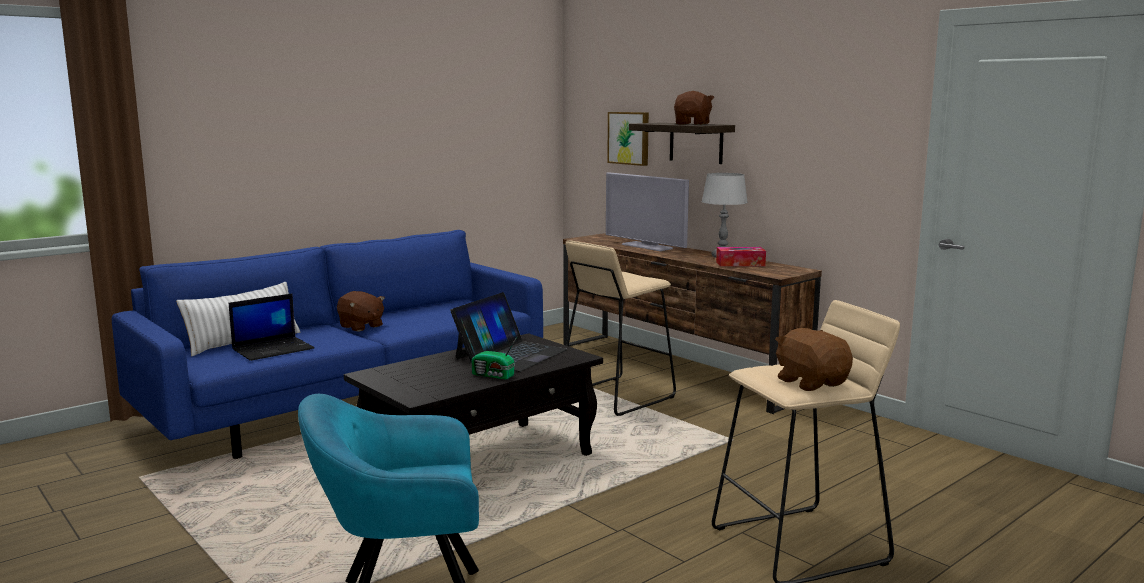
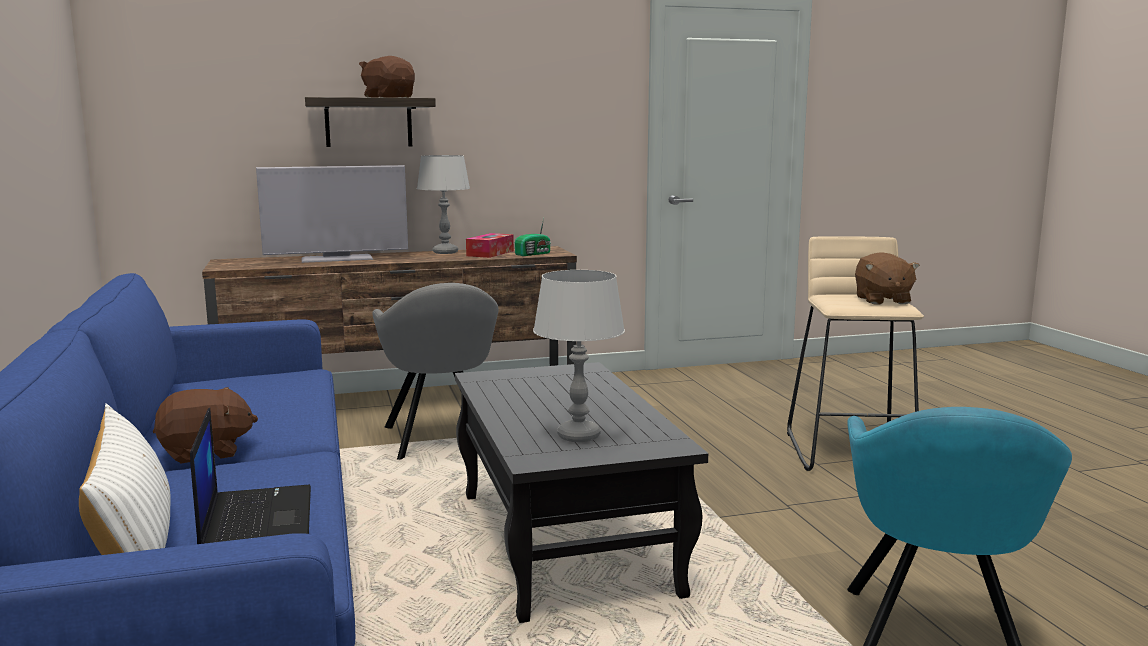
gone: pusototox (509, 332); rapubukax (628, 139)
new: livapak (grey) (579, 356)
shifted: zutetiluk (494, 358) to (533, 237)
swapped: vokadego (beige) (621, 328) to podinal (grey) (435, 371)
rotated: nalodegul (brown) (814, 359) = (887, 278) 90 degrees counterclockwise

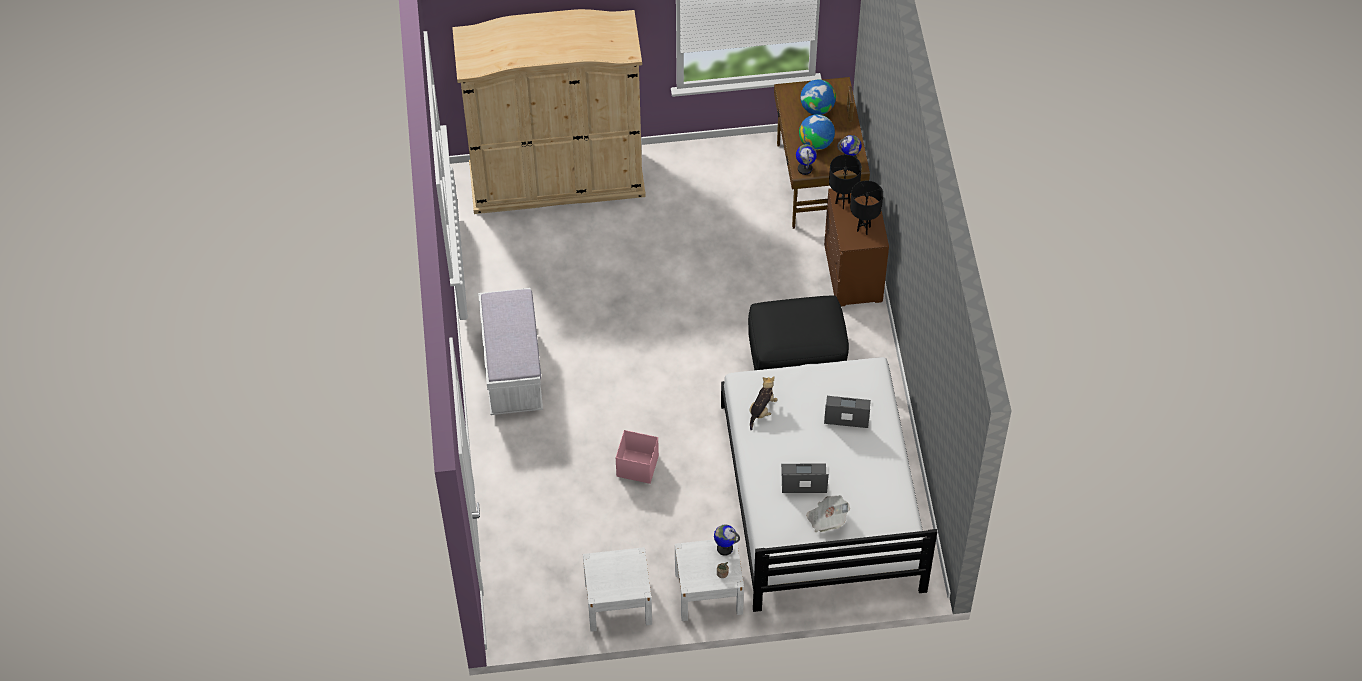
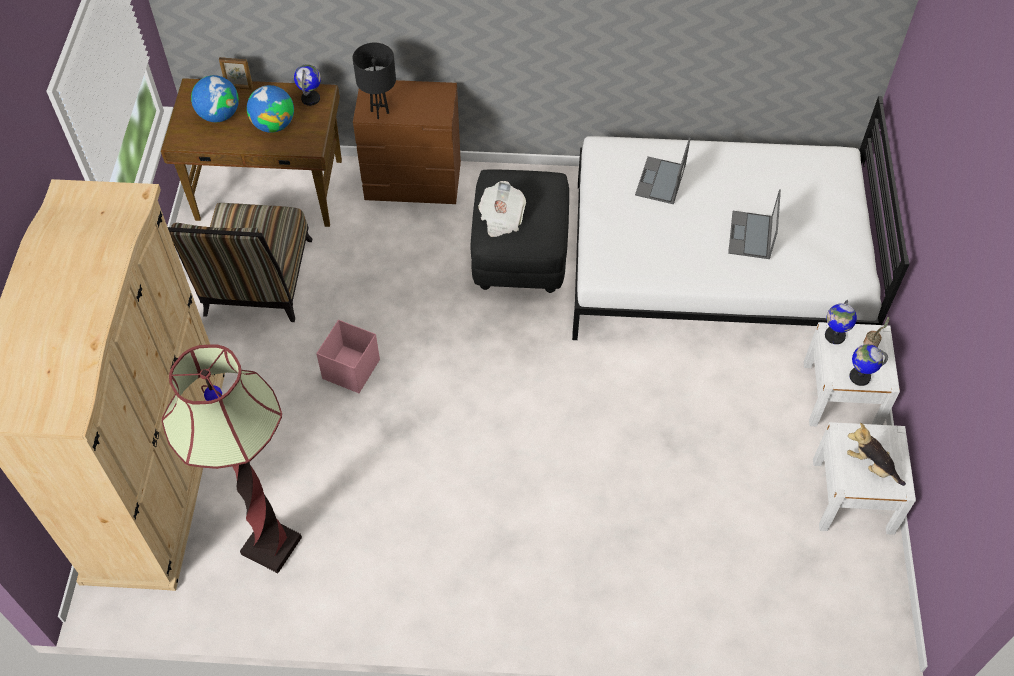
gone: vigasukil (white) (510, 351); livapak (black) (866, 207)
new: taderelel (232, 458); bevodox (240, 262)
shifted: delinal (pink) (637, 457) to (348, 356); nalodegul (764, 403) to (876, 454); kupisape (806, 159) to (868, 365); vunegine (828, 513) to (502, 209)

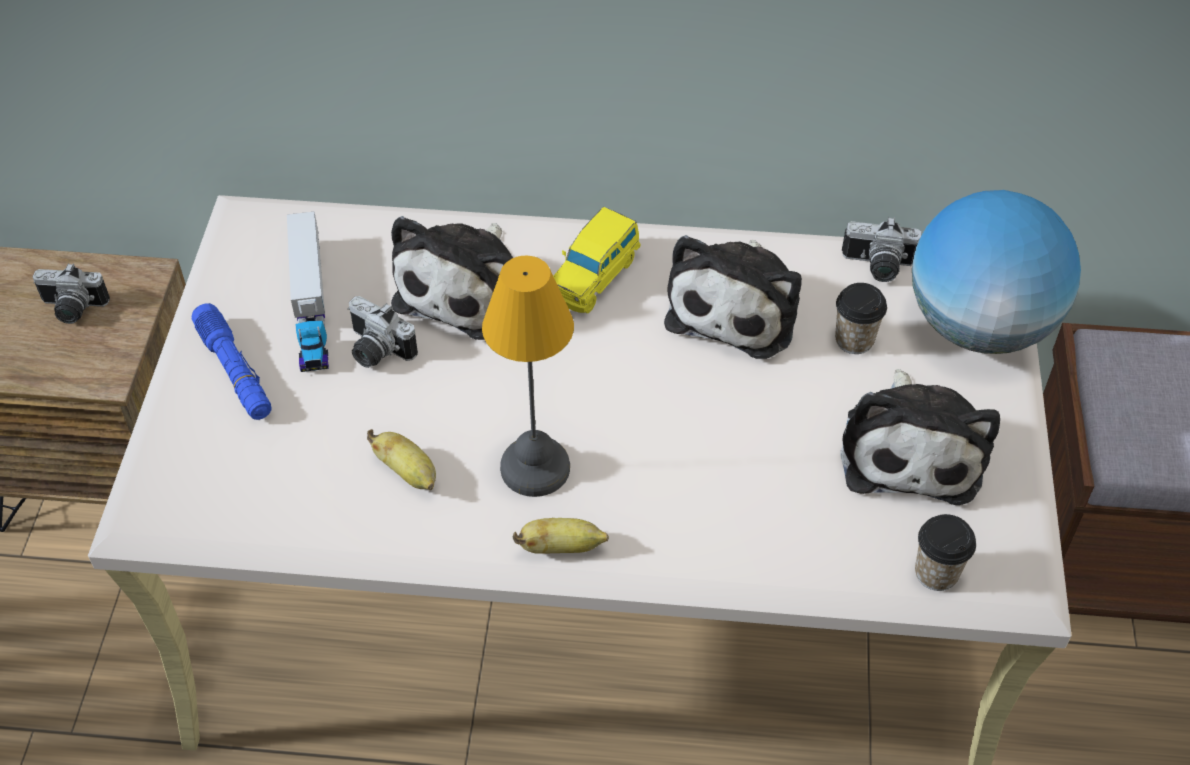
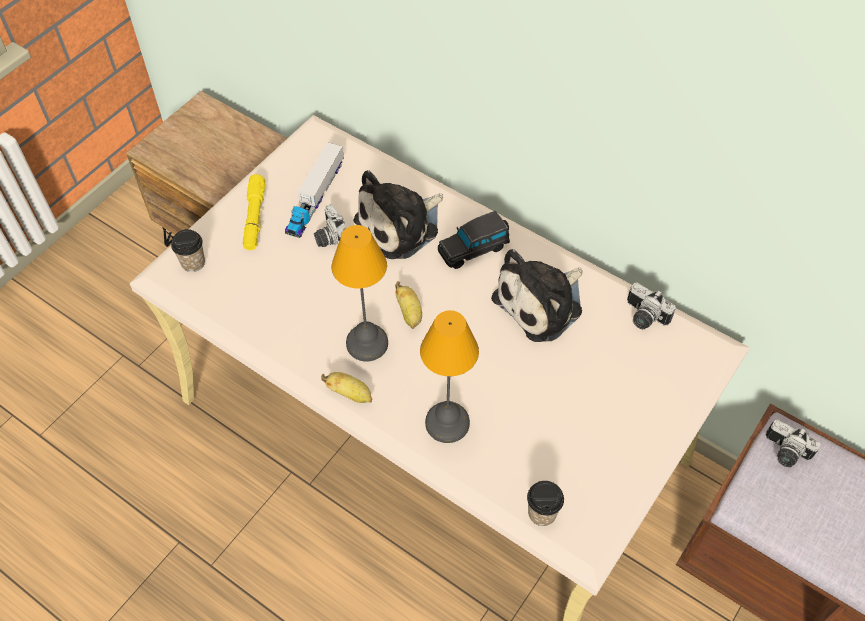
gone: nalodegul (920, 437); kupisape (996, 272)
new: livapak (449, 376)
shifted: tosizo (71, 293) to (793, 443); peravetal (401, 459) to (408, 305); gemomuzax (861, 318) to (188, 250)
repainted: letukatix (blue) (232, 361) to letukatix (yellow) (254, 212); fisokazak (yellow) (596, 260) to fisokazak (black) (474, 240)

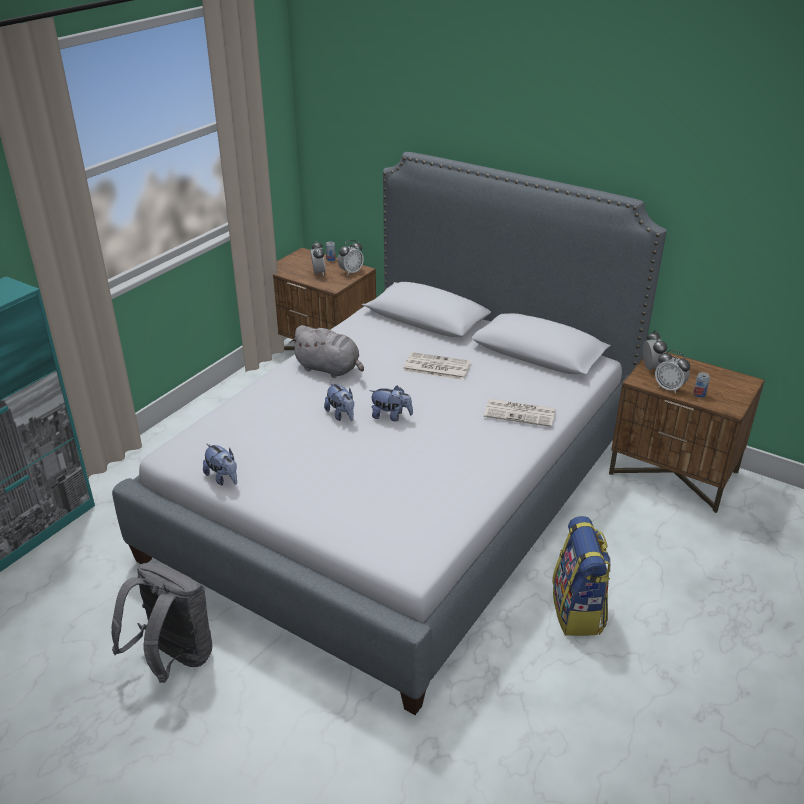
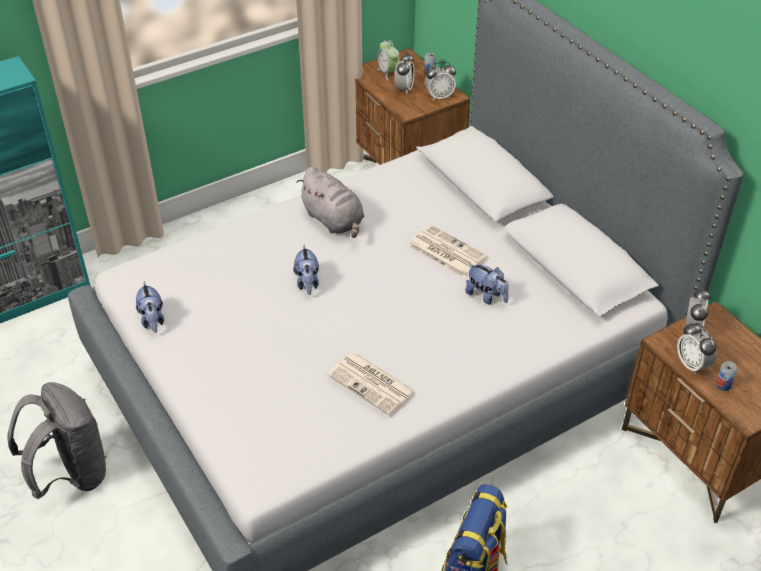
new: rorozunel (388, 60)
shifted: nalodegul (391, 403) to (487, 283); vunegine (520, 413) to (372, 384)

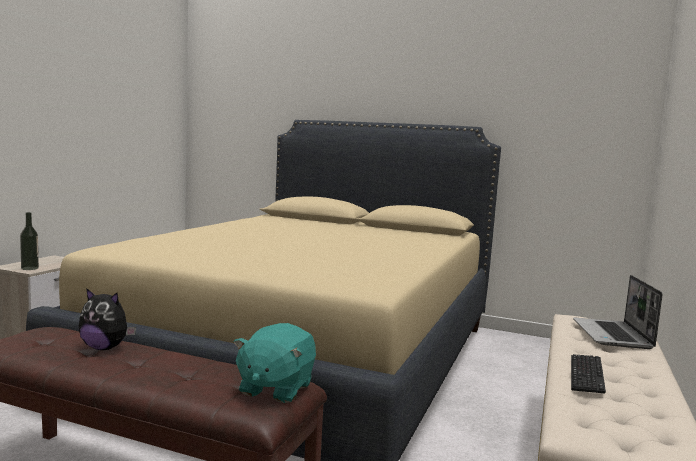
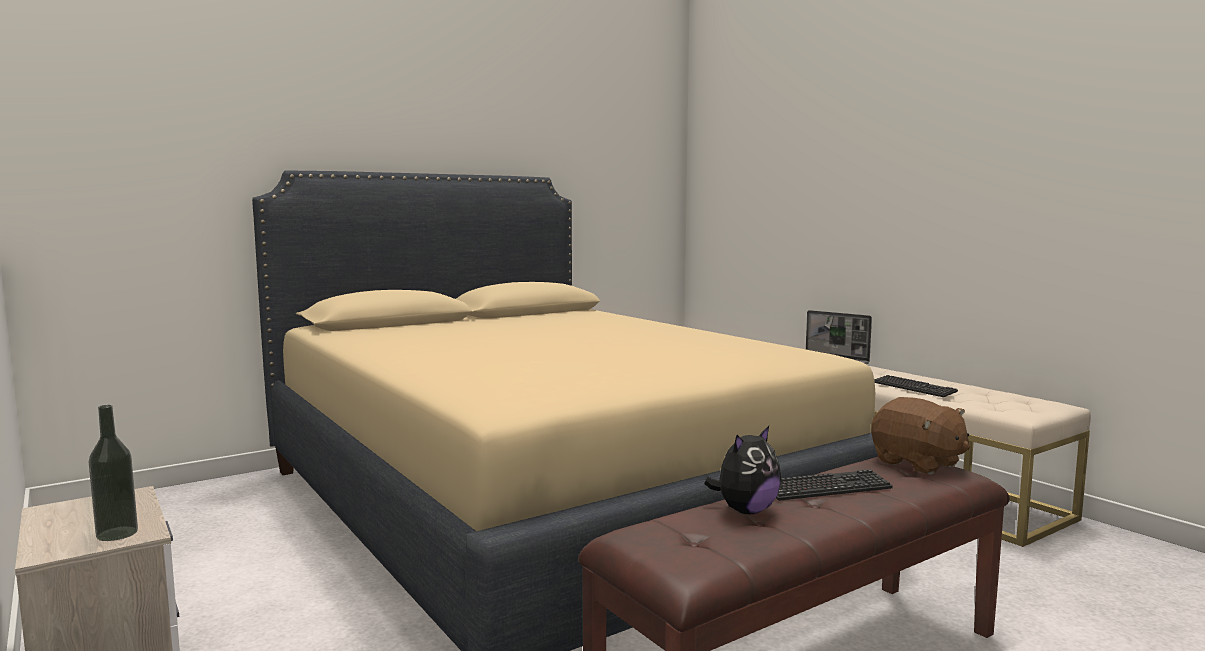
new: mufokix (834, 485)
repainted: nalodegul (turquoise) (275, 363) to nalodegul (brown) (920, 436)

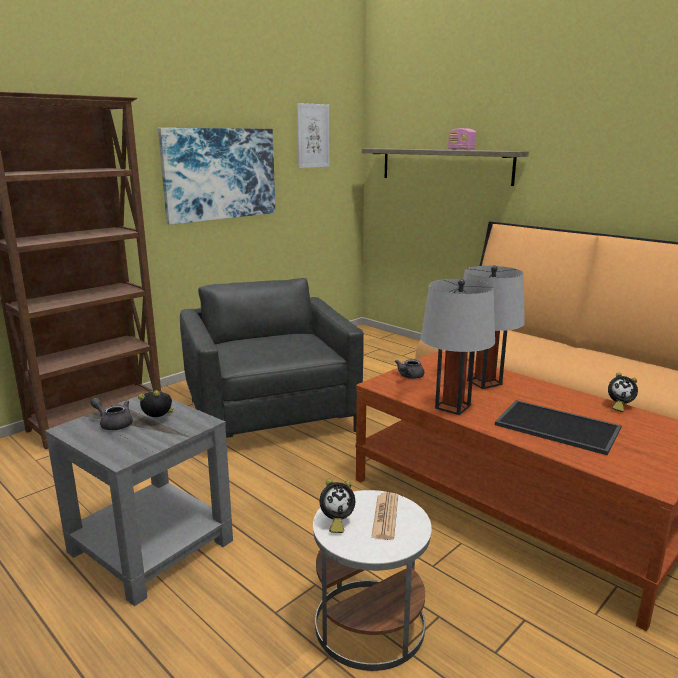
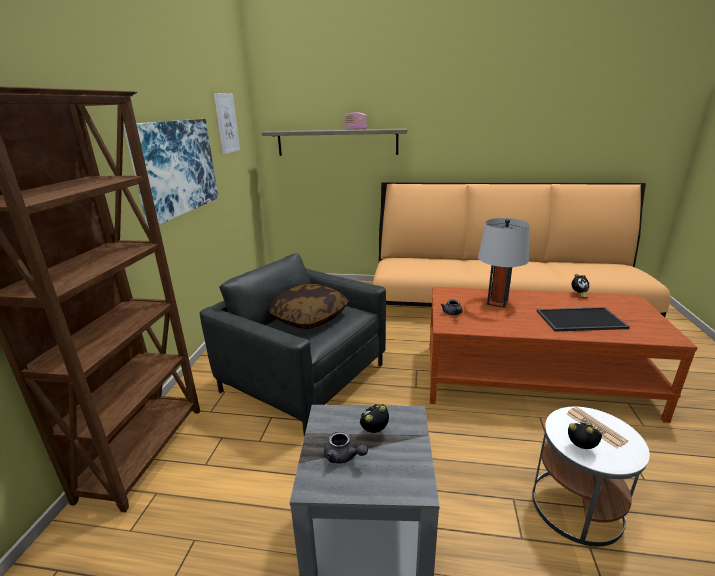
gone: livapak (grey) (458, 347)
new: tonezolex (307, 306)
rotated: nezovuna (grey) (111, 414) = (346, 447) 135 degrees counterclockwise; rorozunel (337, 506) = (585, 435) 90 degrees counterclockwise

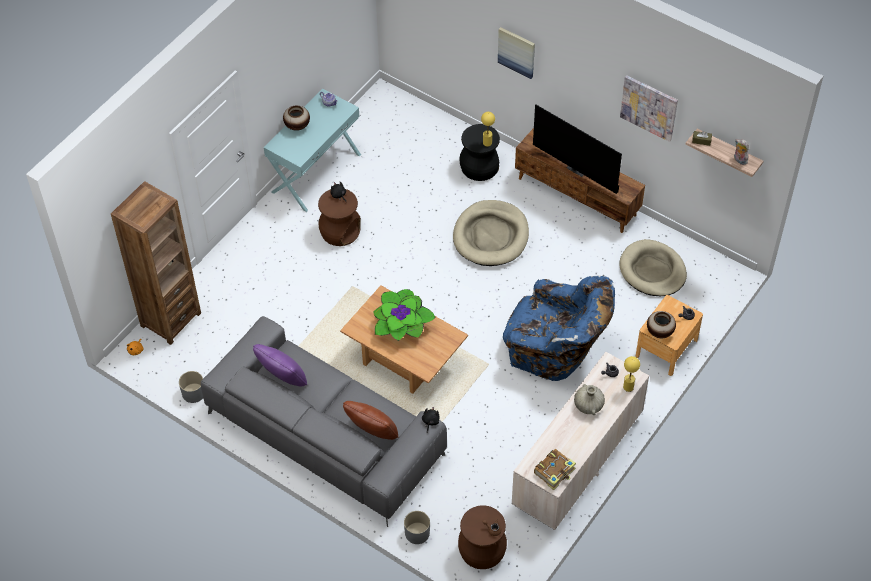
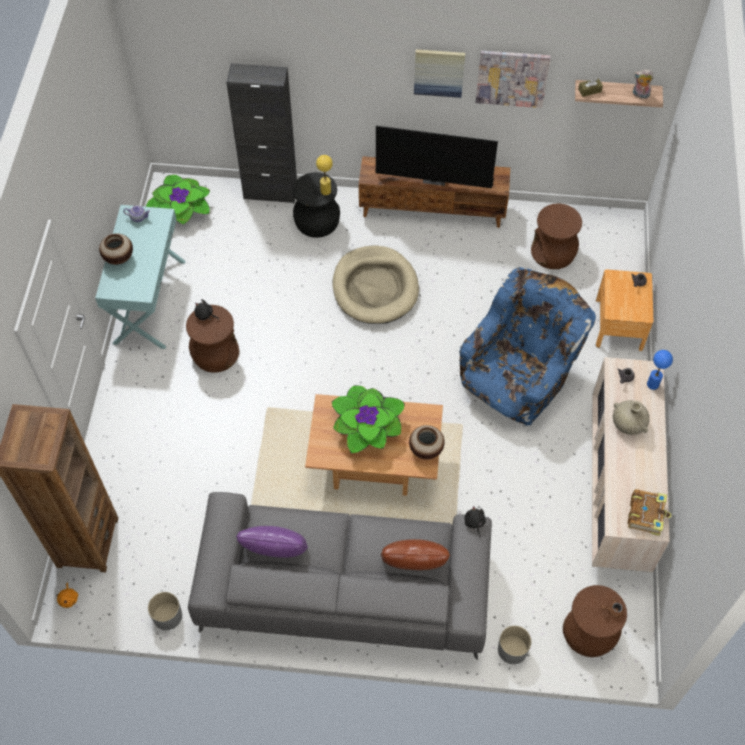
new: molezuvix (178, 200); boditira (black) (262, 133)
shifted: rapubukax (516, 53) to (439, 73); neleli (661, 324) to (427, 442)
swapped: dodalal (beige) (653, 267) to vokadego (brown) (556, 236)
repainted: livapak (yellow) (631, 374) to livapak (blue) (660, 370)
rotated: podinal (blue) (559, 328) = (527, 346) 45 degrees counterclockwise

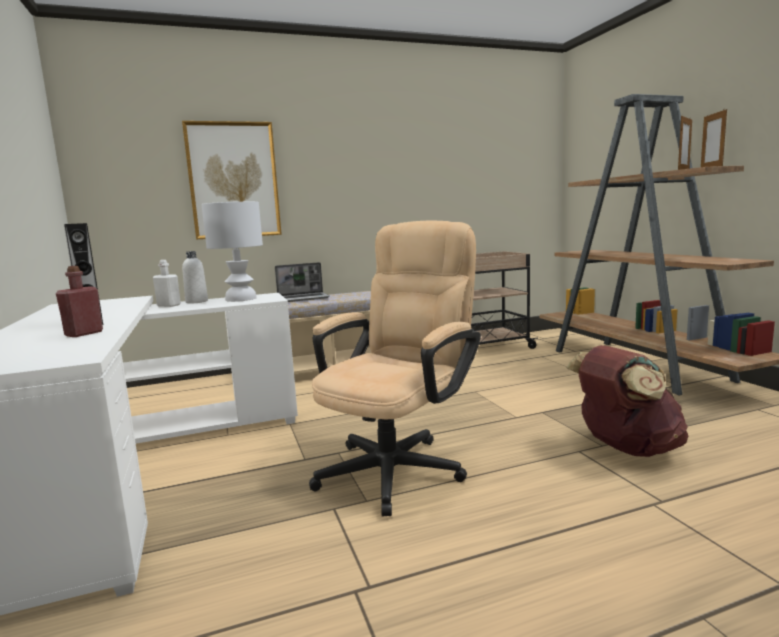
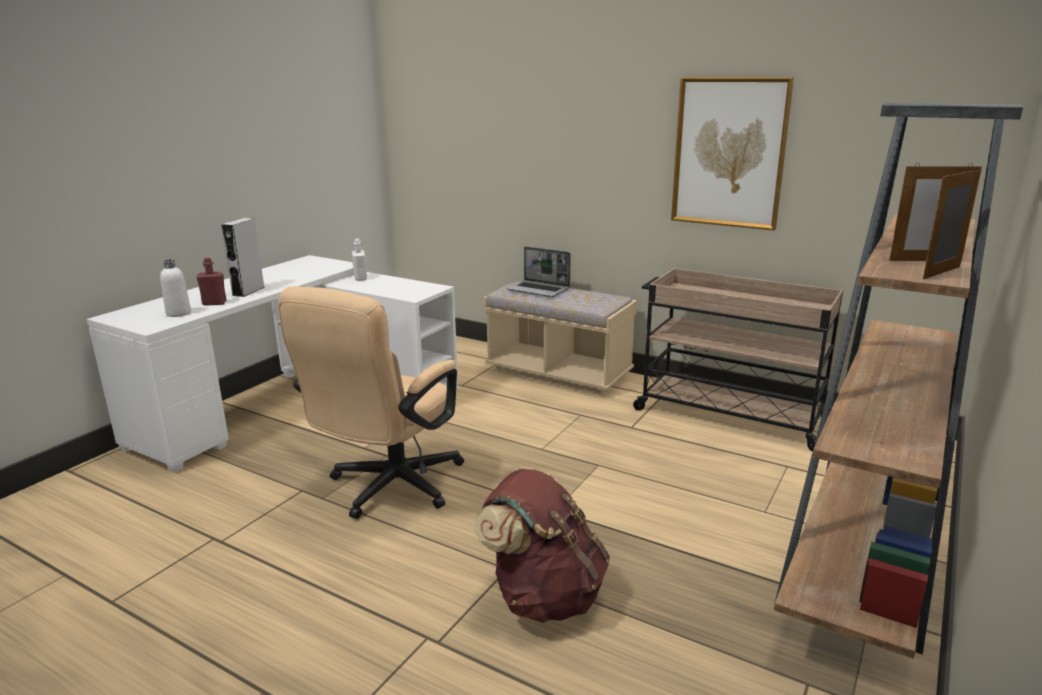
gone: livapak (white) (232, 252)
shifted: rapubukax (232, 180) to (732, 153); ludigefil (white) (195, 277) to (175, 288)
rotated: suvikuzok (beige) (395, 369) = (371, 402) 120 degrees clockwise

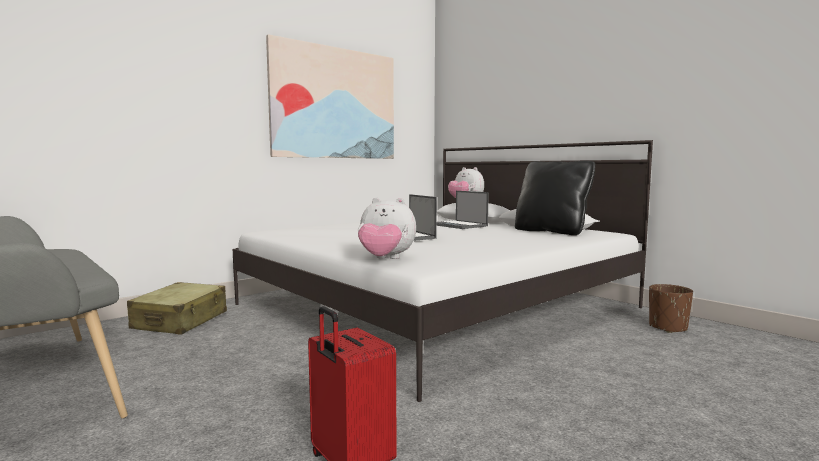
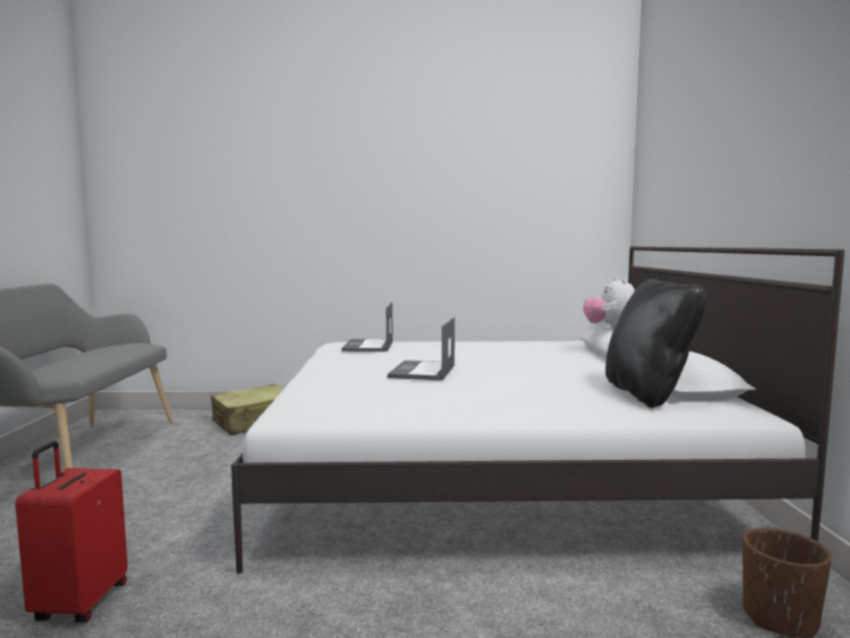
gone: rapubukax (330, 96); nalodegul (387, 228)
shifted: pusototox (463, 210) to (367, 327)

